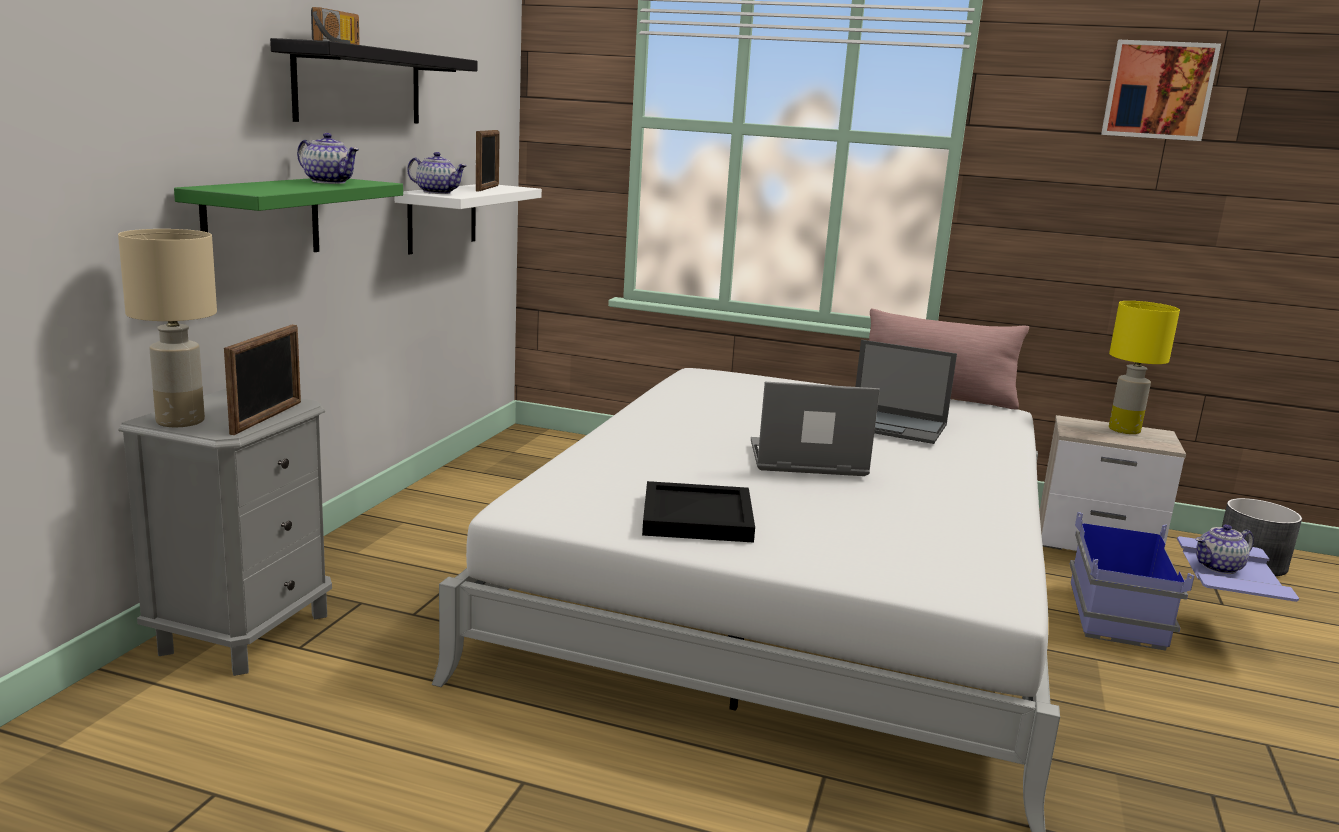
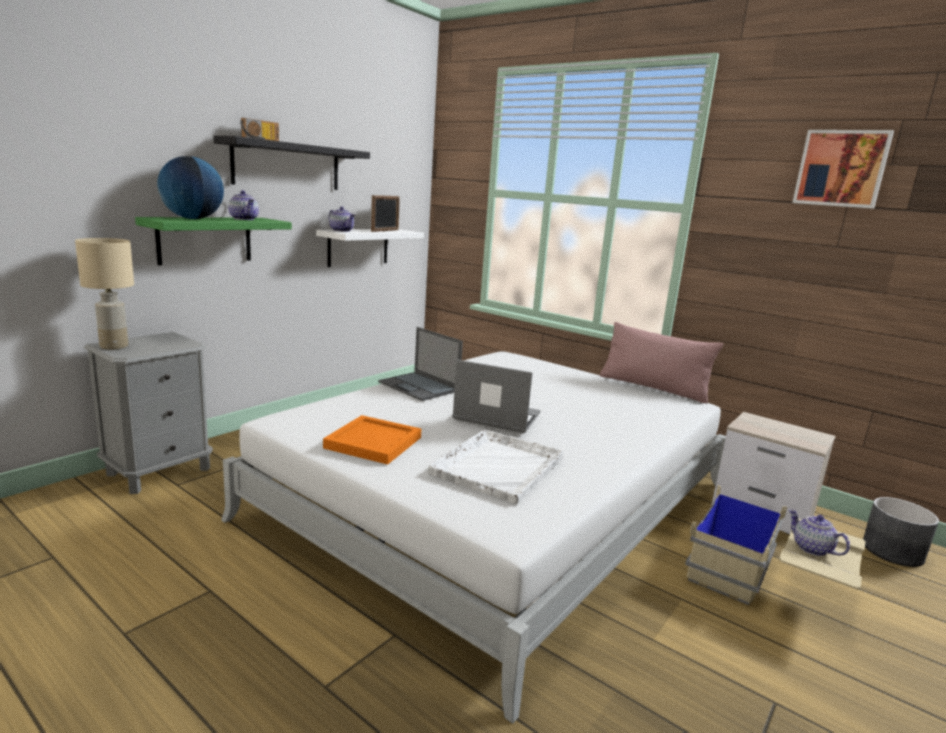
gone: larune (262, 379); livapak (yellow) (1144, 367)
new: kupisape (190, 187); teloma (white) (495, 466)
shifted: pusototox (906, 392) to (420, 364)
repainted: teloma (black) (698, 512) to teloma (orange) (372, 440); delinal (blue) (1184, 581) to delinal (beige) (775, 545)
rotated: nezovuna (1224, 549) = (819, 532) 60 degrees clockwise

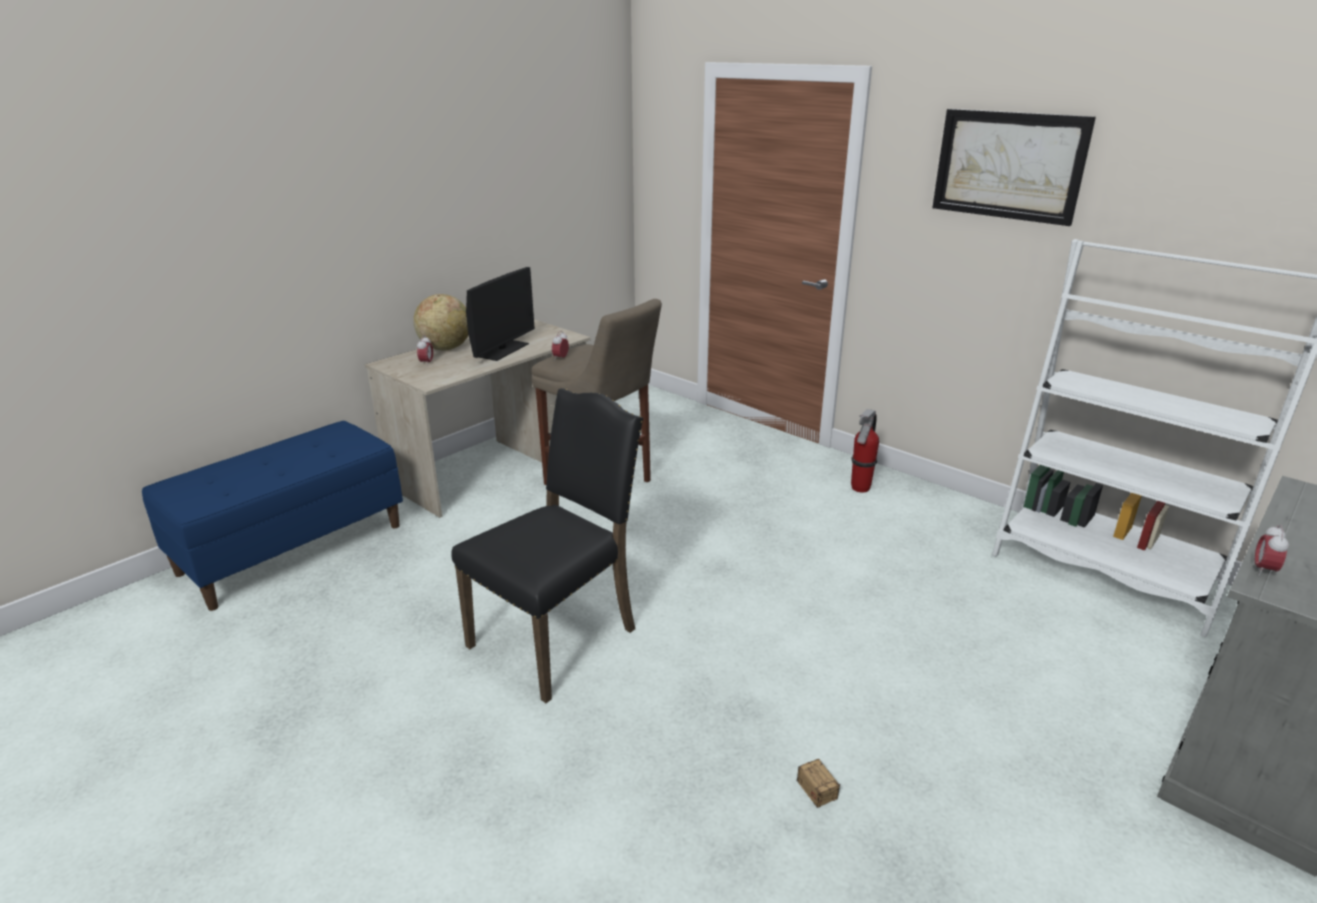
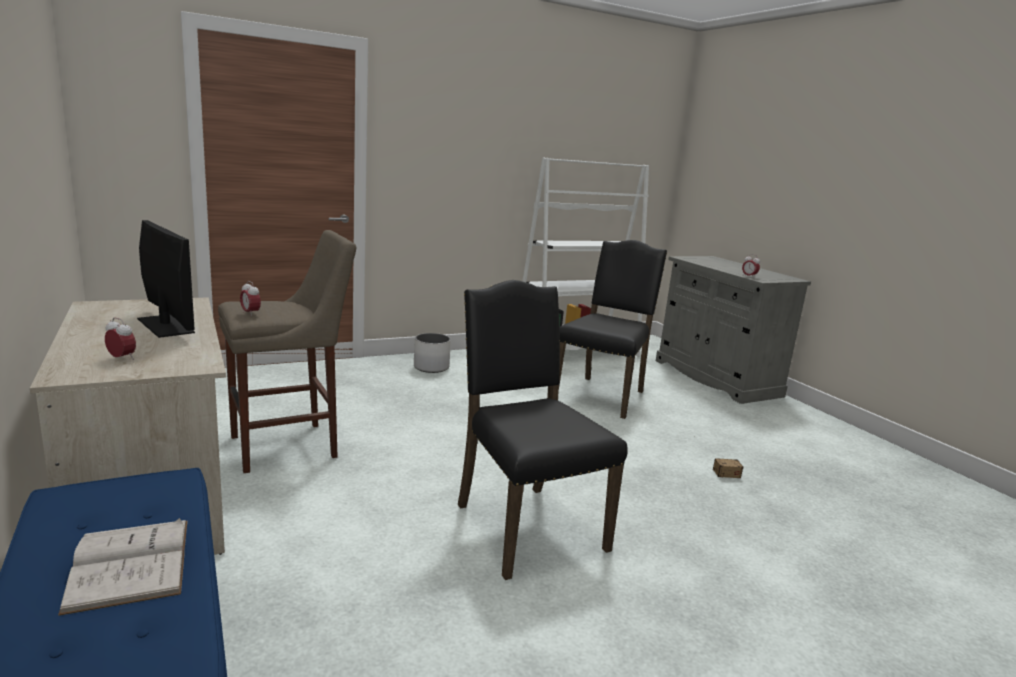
gone: kupisape (440, 322); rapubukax (1014, 167)
new: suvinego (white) (123, 567); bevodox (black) (612, 329)
swapped: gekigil (865, 451) to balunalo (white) (432, 353)

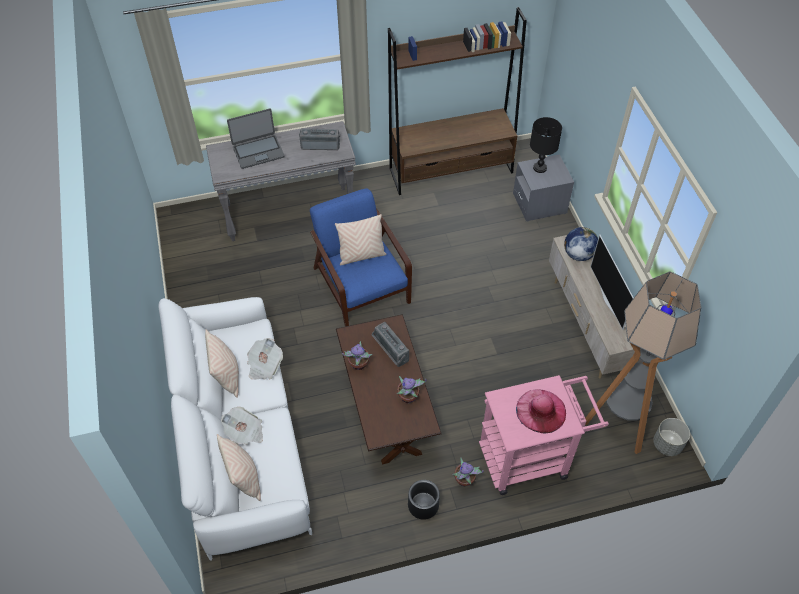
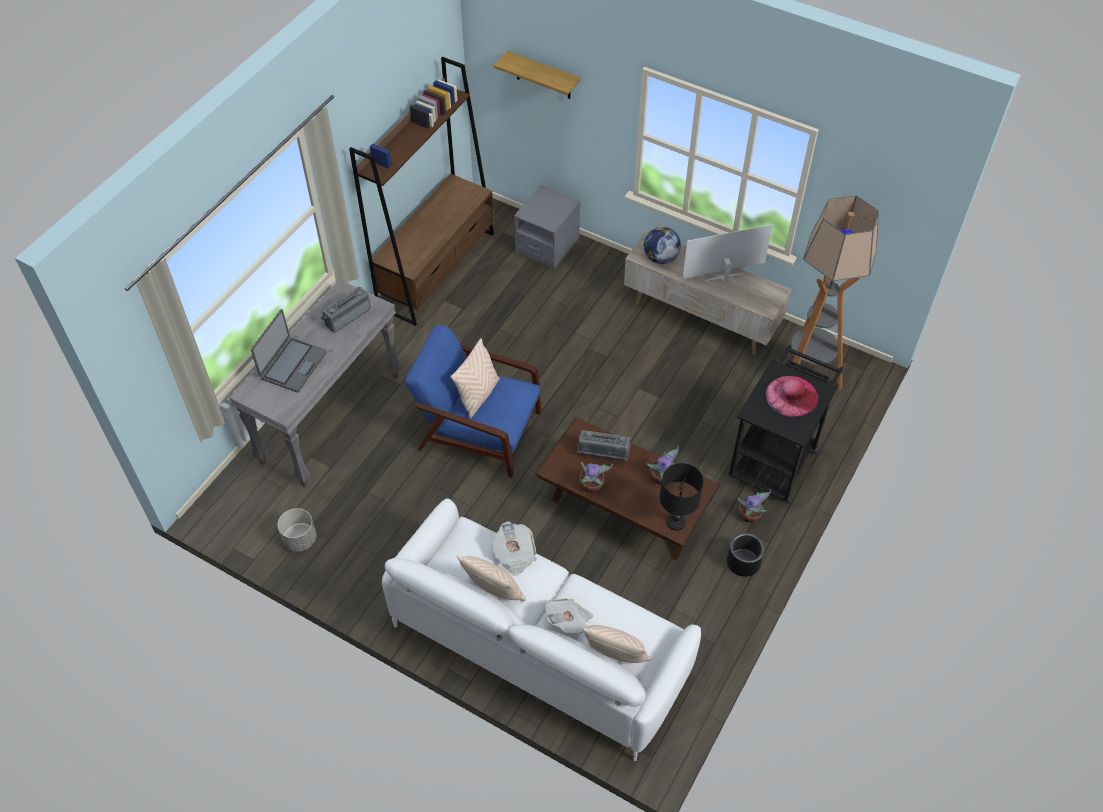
new: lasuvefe (537, 75)
shifted: livapak (black) (546, 145) to (681, 497); balunalo (grey) (671, 437) to (297, 530)
repainted: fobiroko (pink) (544, 435) to fobiroko (black) (785, 424)
rotated: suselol (612, 282) = (727, 253) 135 degrees clockwise

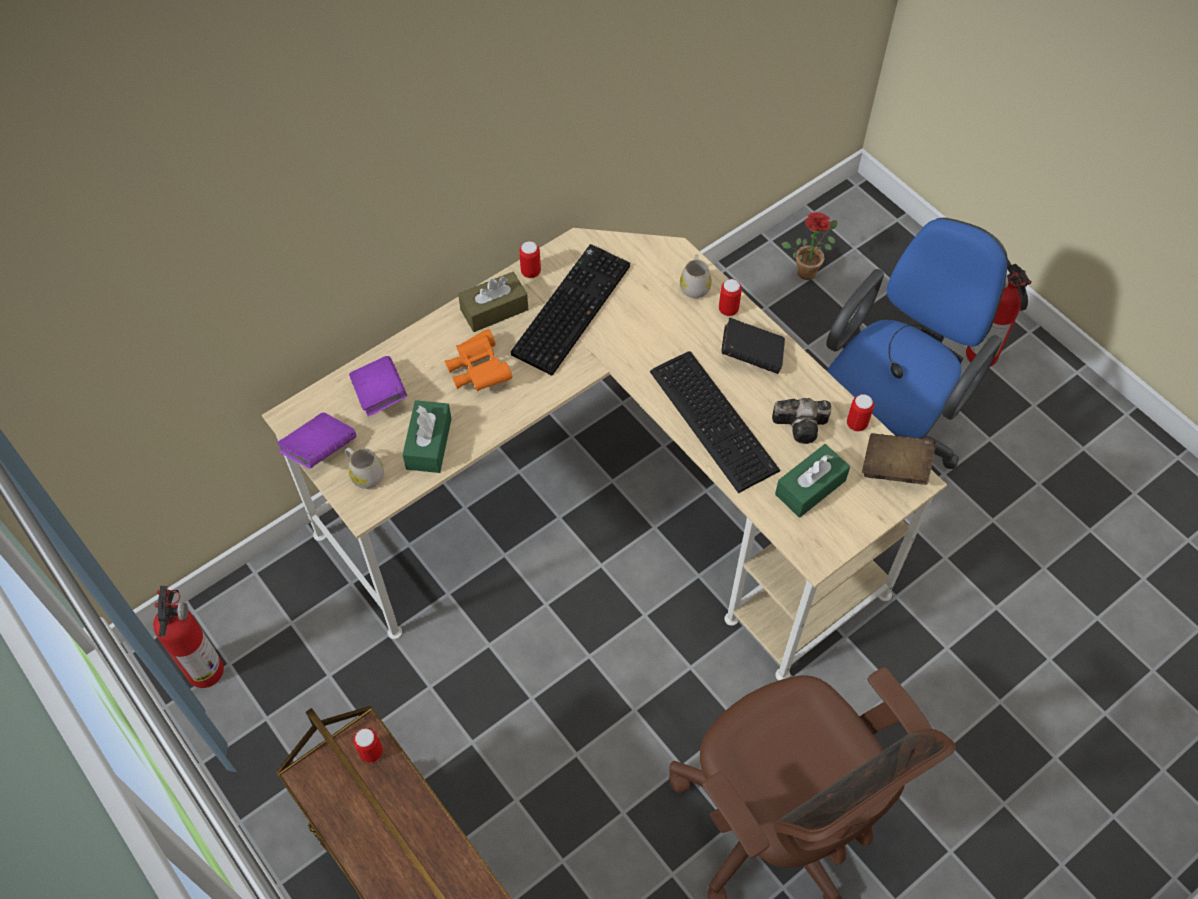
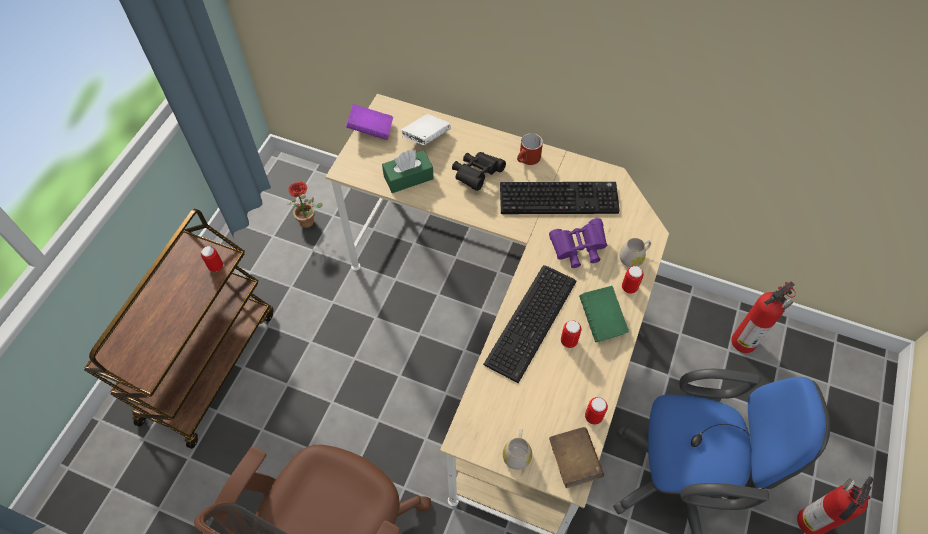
gone: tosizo (801, 421); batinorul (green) (812, 481)
new: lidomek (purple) (578, 243)
shifted: gekigil (188, 637) to (763, 317); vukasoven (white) (364, 468) to (517, 449); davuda (530, 259) to (571, 334); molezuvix (809, 246) to (305, 205)
swapped: batinorul (brown) (493, 302) to vukasoven (red) (530, 149)
repainted: suvinego (purple) (378, 386) to suvinego (white) (426, 129); lidomek (orange) (478, 360) to lidomek (black) (479, 171); suvinego (black) (753, 346) to suvinego (green) (604, 314)

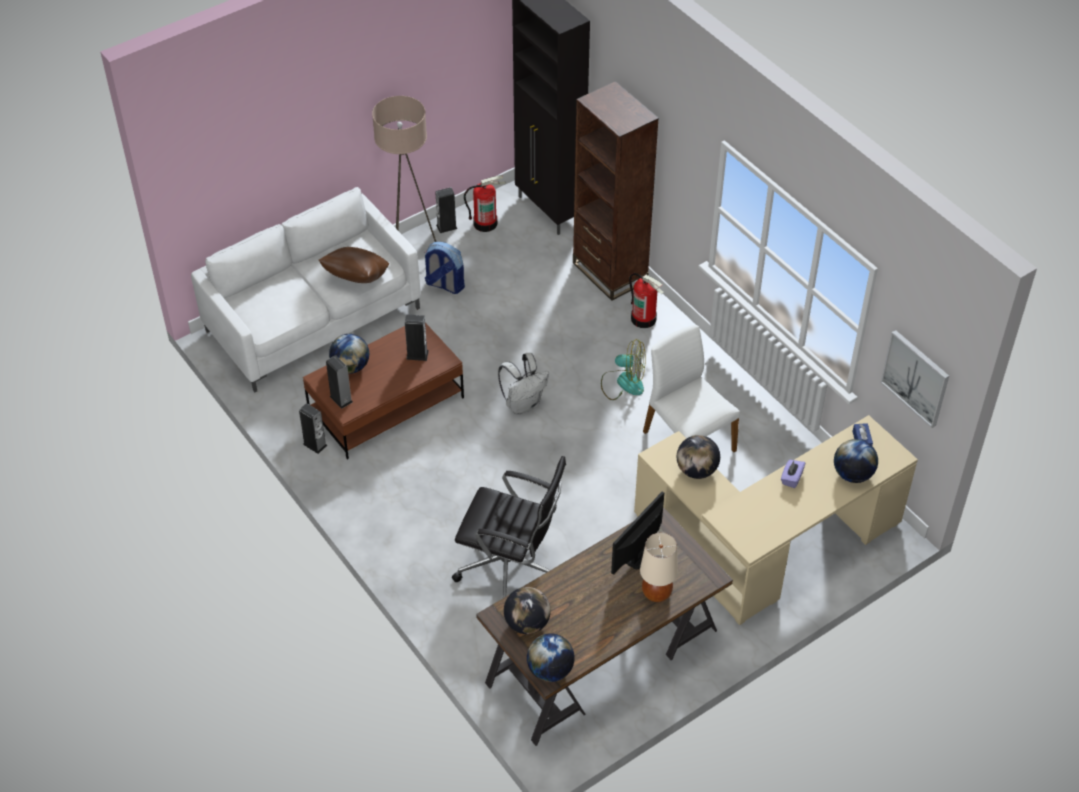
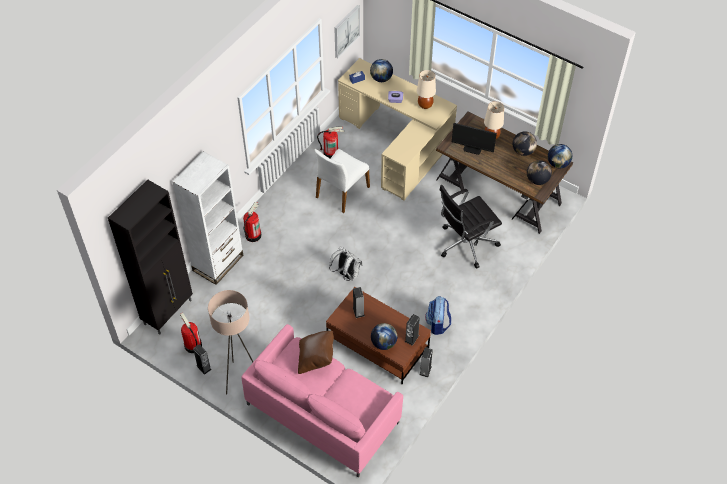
gone: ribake (623, 369)
new: gekigil (330, 142); livapak (beige) (426, 89)
shifted: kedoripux (445, 268) to (438, 315); kupisape (698, 457) to (525, 143)
repainted: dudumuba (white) (306, 289) to dudumuba (pink) (322, 401); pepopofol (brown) (616, 191) to pepopofol (white) (207, 218)
rotated: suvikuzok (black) (509, 527) = (470, 226) 120 degrees counterclockwise

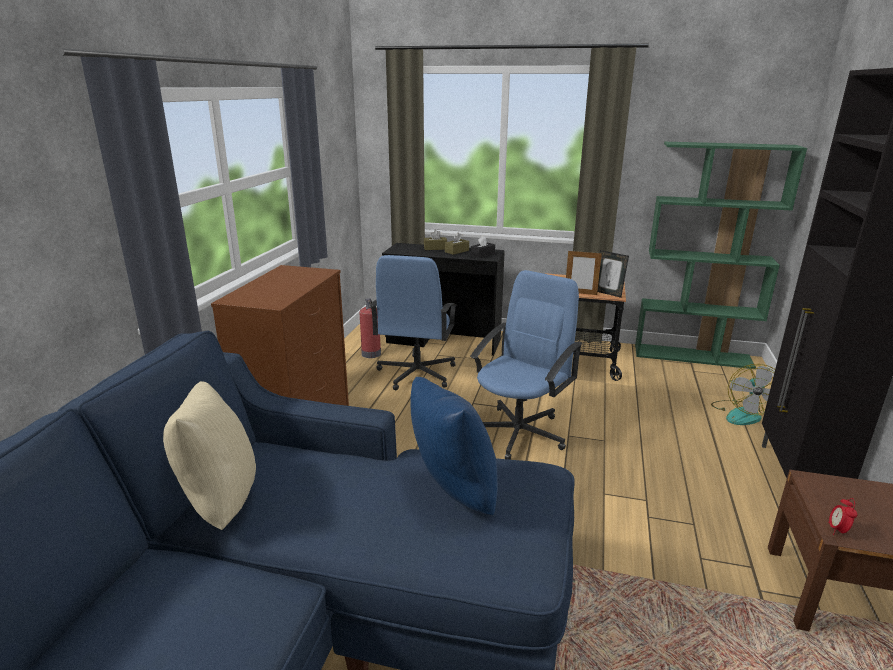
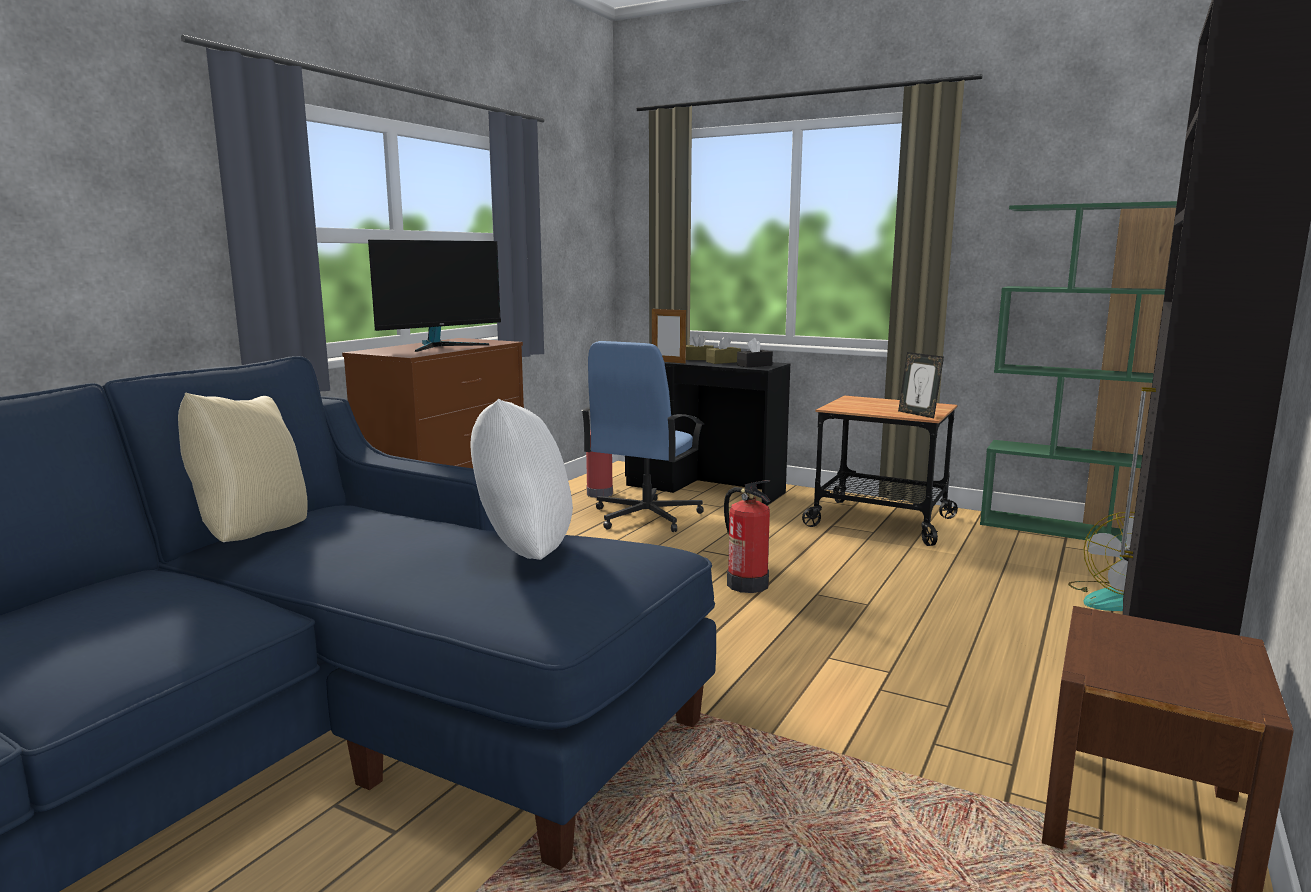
gone: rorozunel (842, 516)
new: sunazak (434, 296)
shifted: larune (584, 273) to (669, 335)
swapped: suvikuzok (blue) (526, 365) to gekigil (747, 536)
repainted: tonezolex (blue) (454, 446) to tonezolex (white) (522, 479)

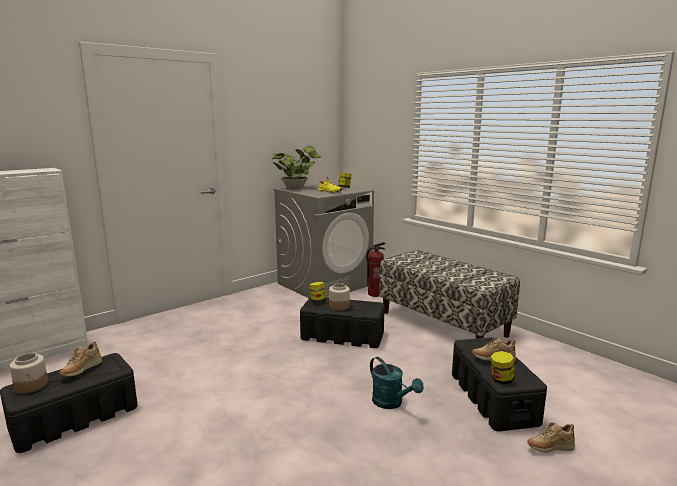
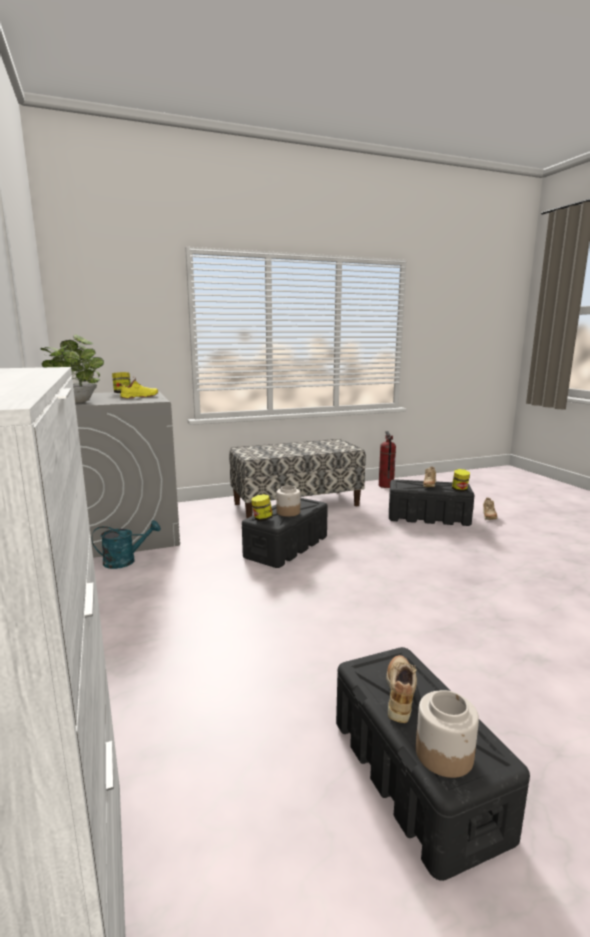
shifted: gekigil (376, 269) to (387, 459); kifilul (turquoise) (396, 383) to (126, 544)
rotated: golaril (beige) (80, 359) = (401, 689) 120 degrees counterclockwise

